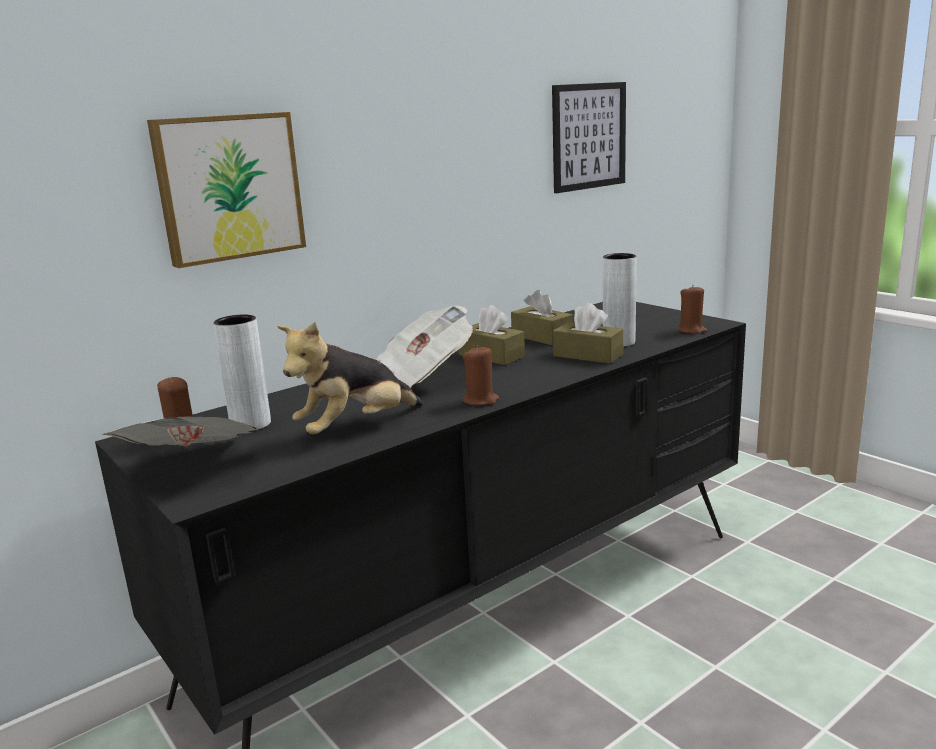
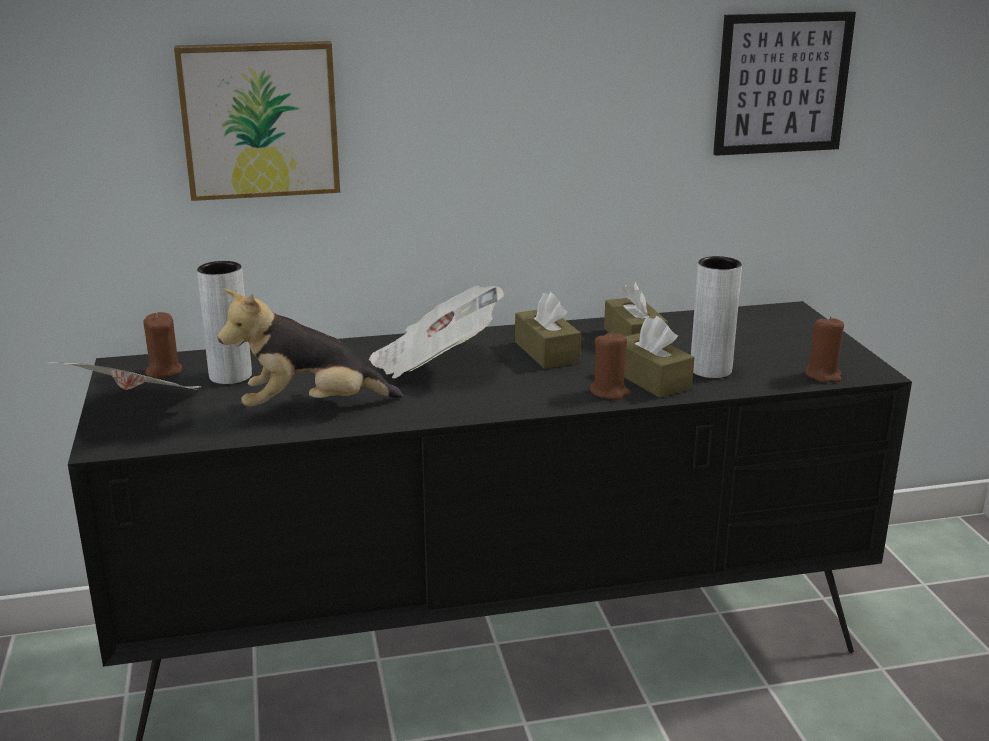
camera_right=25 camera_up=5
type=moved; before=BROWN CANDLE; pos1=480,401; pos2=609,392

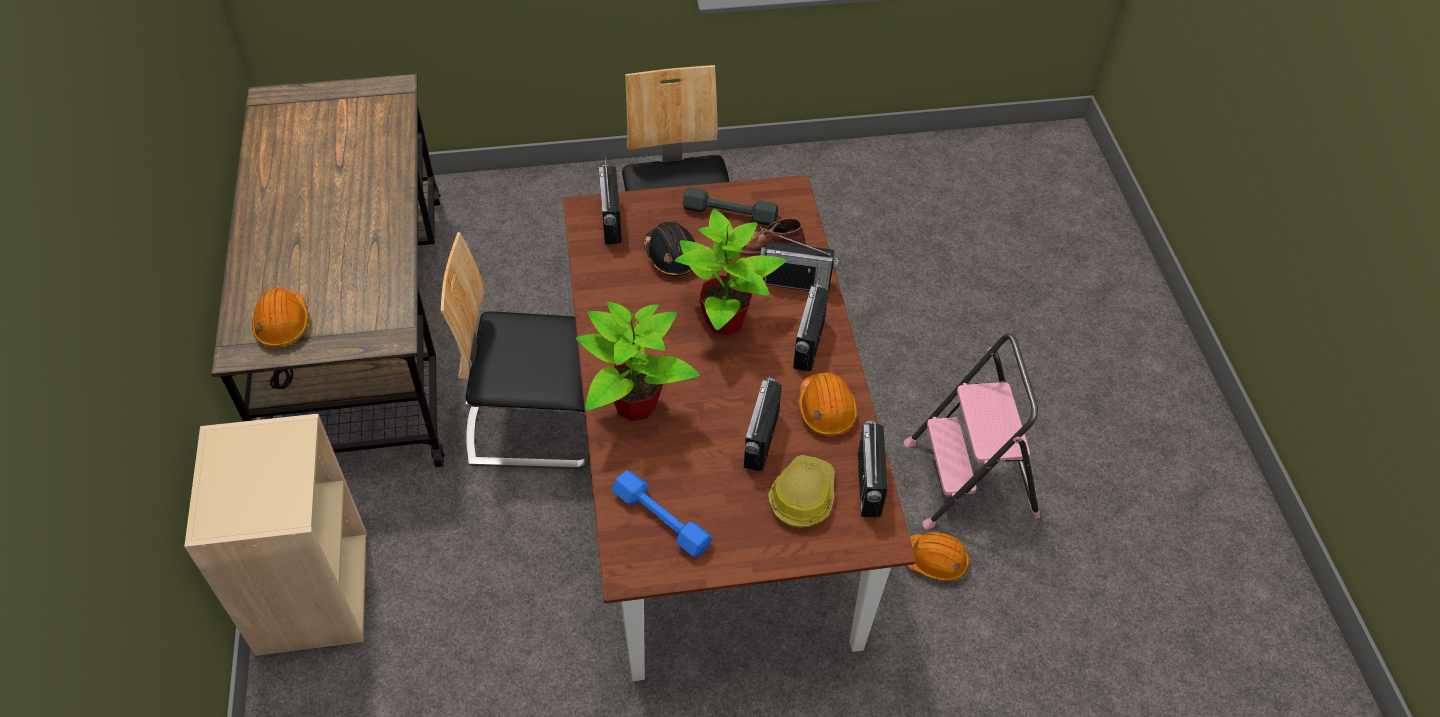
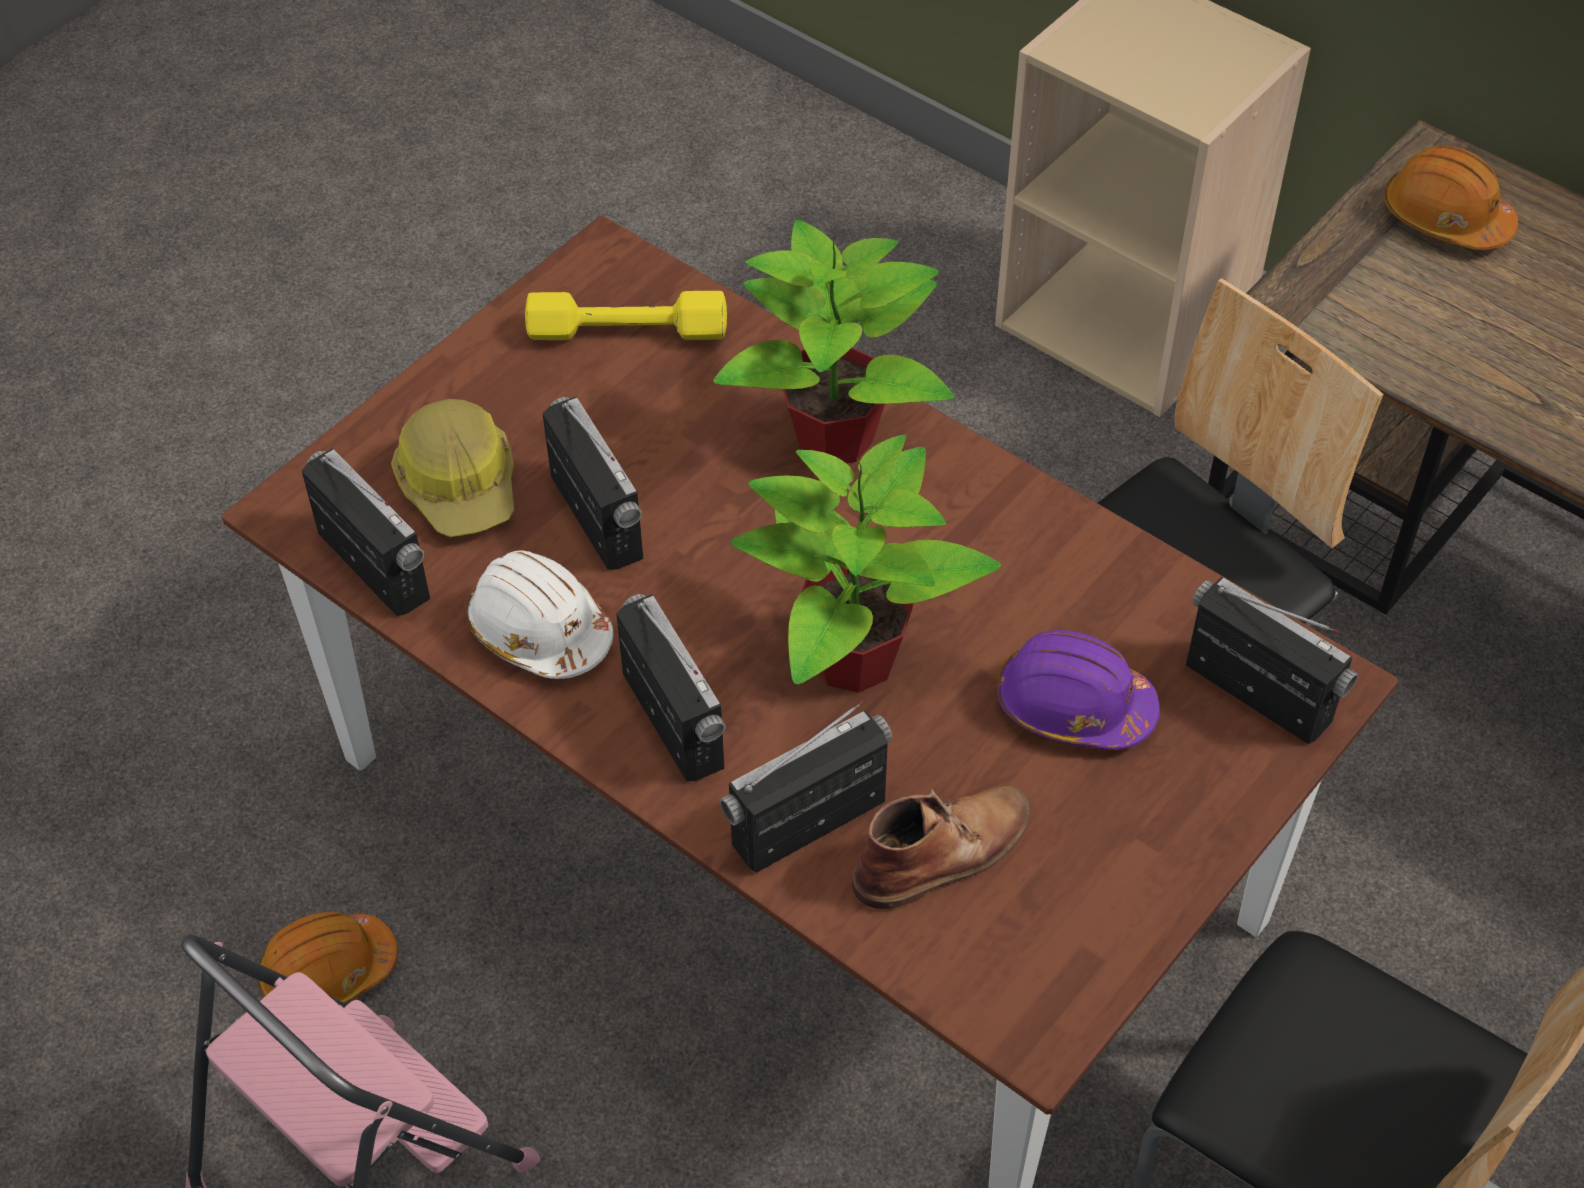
camera_right=140 camera_up=0
type=removed; before=GREY DUMBBELL; pos1=730,214
type=recoloured; before=BLACK HARD HAT; after=PURPLE HARD HAT; pos1=672,256; pos2=1073,706
type=recoloured; before=ORANGE HARD HAT; after=WHITE HARD HAT; pos1=826,410; pos2=539,630
type=recoloured; before=BLUE DUMBBELL; after=YELLOW DUMBBELL; pos1=662,519; pos2=627,331

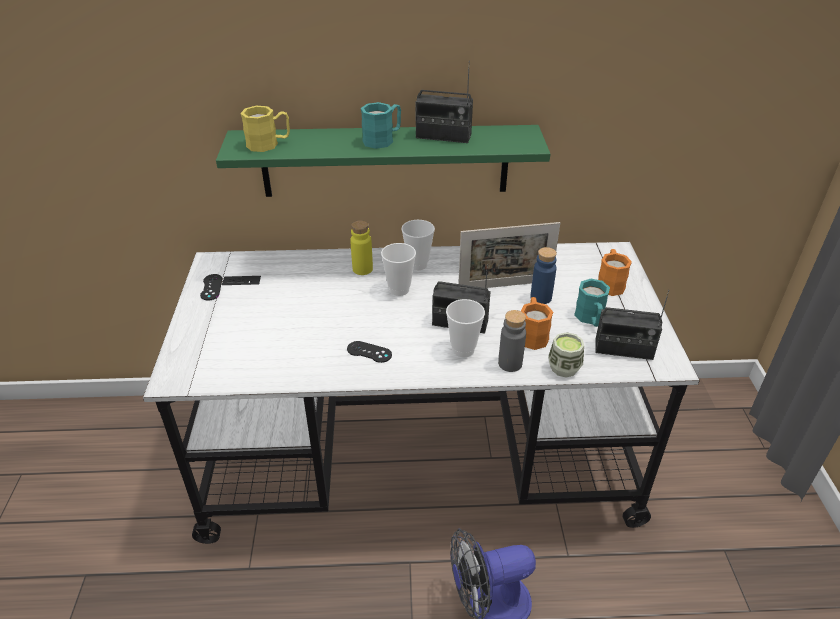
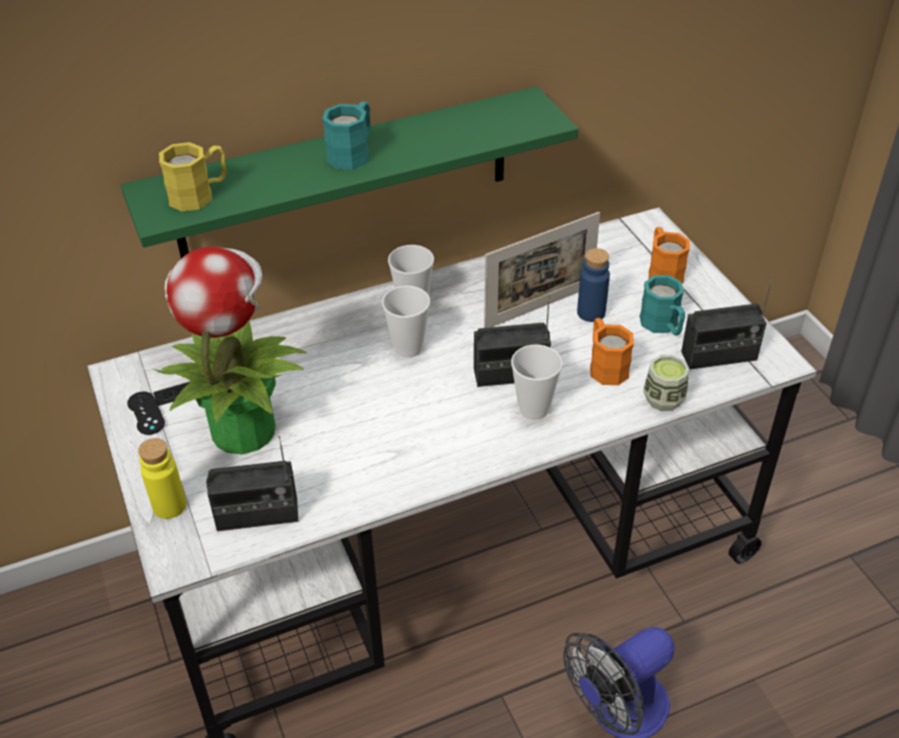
camera_right=-20 camera_up=5
type=moved; before=RADIO; pos1=443,136; pos2=257,515
type=moved; before=YELLOW BOTTLE; pos1=362,269; pos2=169,506
type=removed; before=GREY BOTTLE; pos1=510,363
type=removed; before=BLACK GAME CONTROLLER; pos1=369,352
type=added; after=POTTED PLANT; pos2=243,428

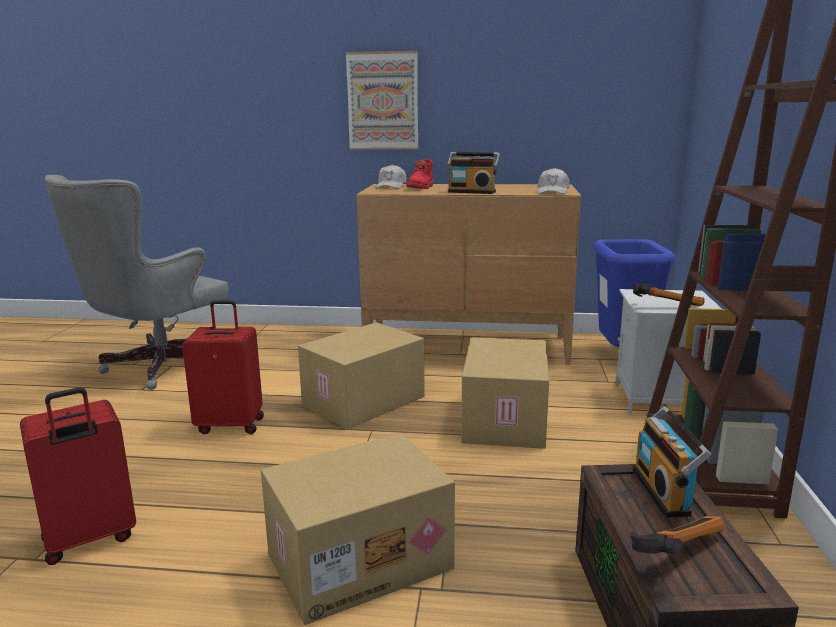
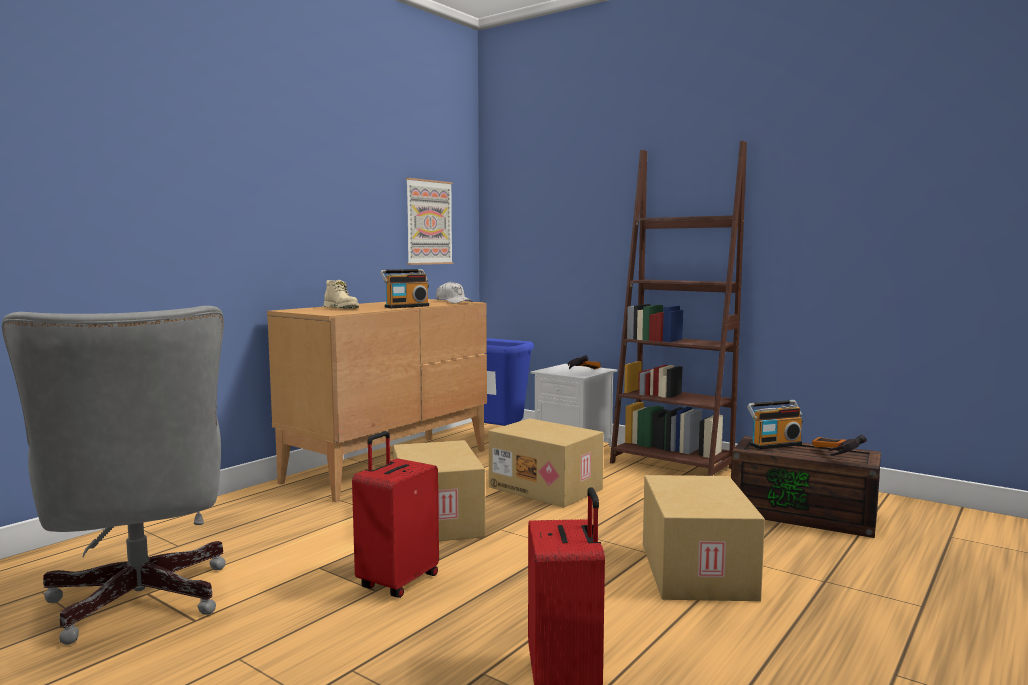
camera_right=-60 camera_up=-10
type=moved; before=PICTURE; pos1=383,101; pos2=428,222
type=recoloured; before=RED BOOT; after=BEIGE BOOT; pos1=421,188; pos2=342,308
type=removed; before=WHITE CAP; pos1=391,186
type=turned; before=RADIO; pos1=664,492; pos2=774,444; turn=-45

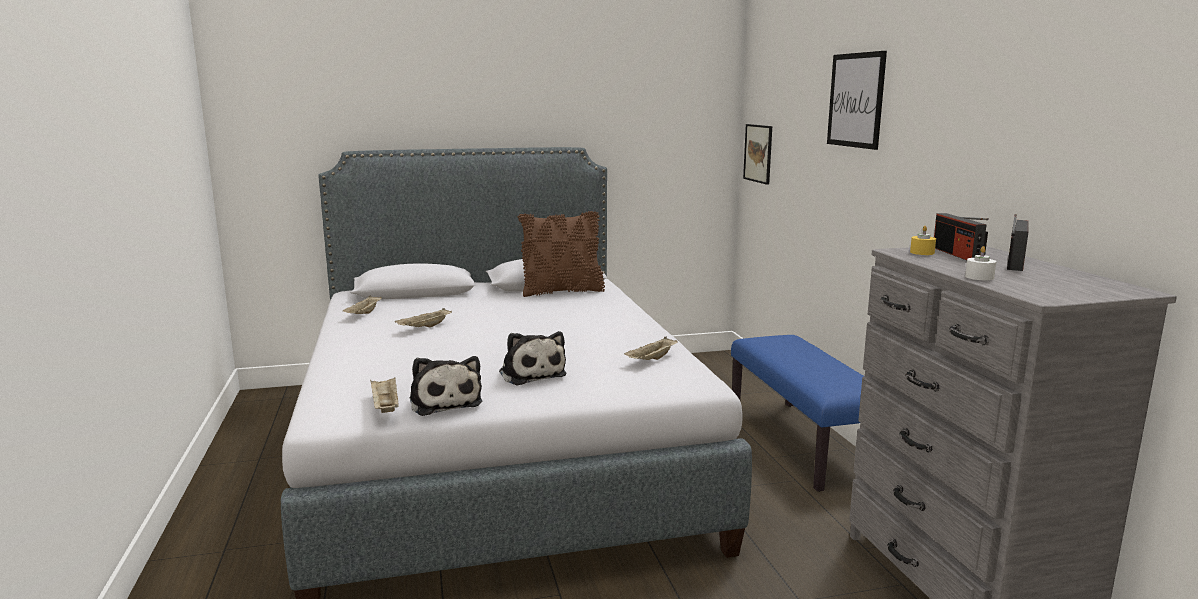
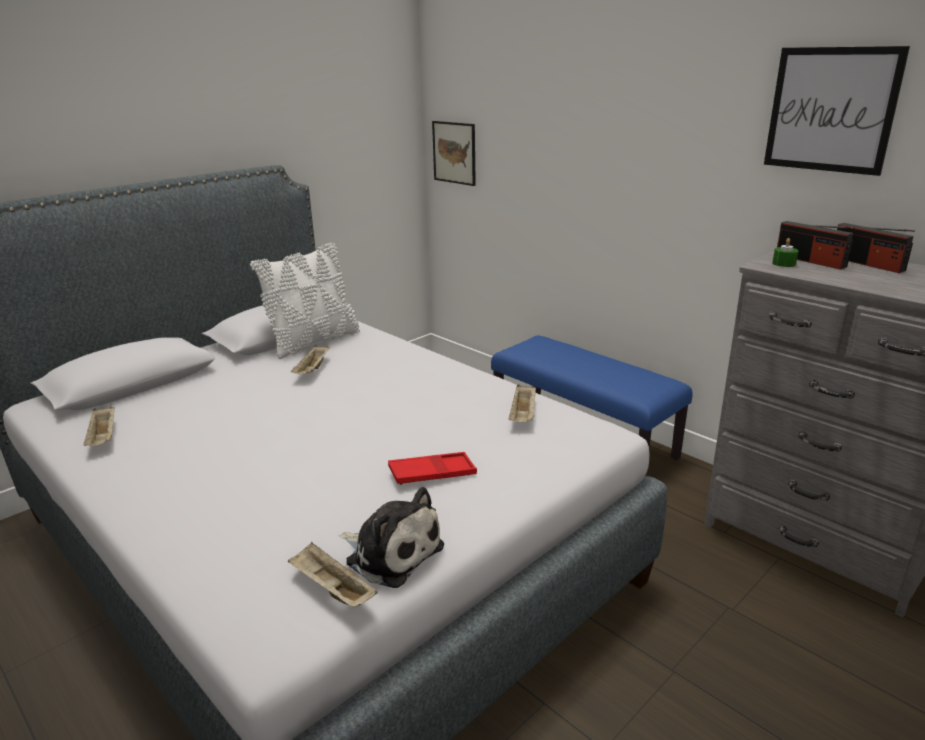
camera_right=-30 camera_up=10
type=moved; before=PICTURE; pos1=856,100; pos2=831,110
type=recoloured; before=BROWN PILLOW; after=WHITE PILLOW; pos1=562,291; pos2=313,341
type=turned; before=RADIO; pos1=1015,262; pos2=867,264; turn=150
type=recoloured; before=YELLOW CANDLE; after=GREEN CANDLE; pos1=922,252; pos2=784,263
type=removed; before=WHITE CANDLE; pos1=979,277
type=moved; before=BEIGE TRAY; pos1=425,327; pos2=312,370
type=replaced; before=PLUSH TOY; after=RED TRAY; pos1=531,374; pos2=432,473

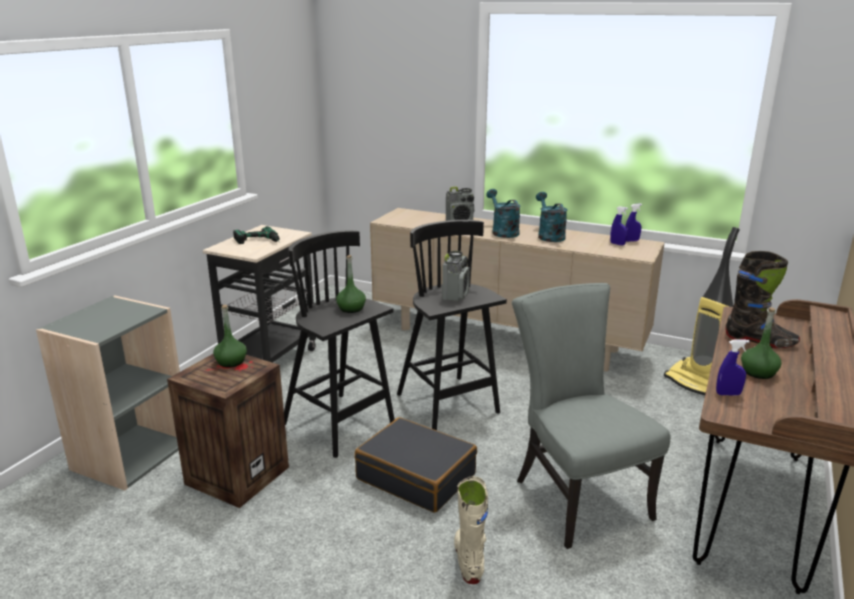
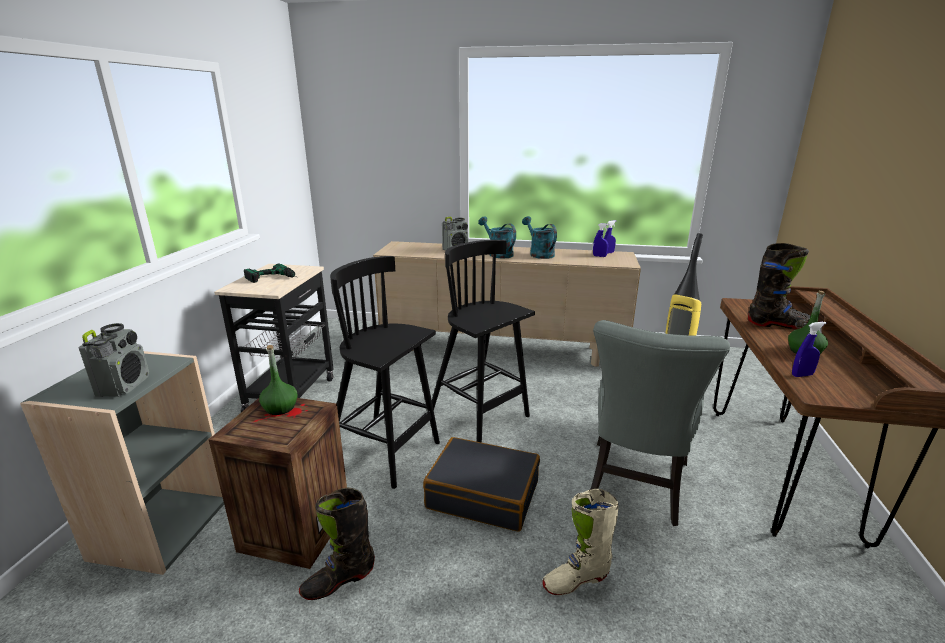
camera_right=-15 camera_up=0
type=moved; before=RADIO; pos1=455,295; pos2=124,386
type=removed; before=GREEN BOTTLE; pos1=351,308
type=turned; before=GREY CHAIR; pos1=575,495; pos2=635,486; turn=-120
type=turned; before=BEIGE BOOT; pos1=469,560; pos2=576,579; turn=-90
type=added; after=BLACK BOOT; pos2=338,580

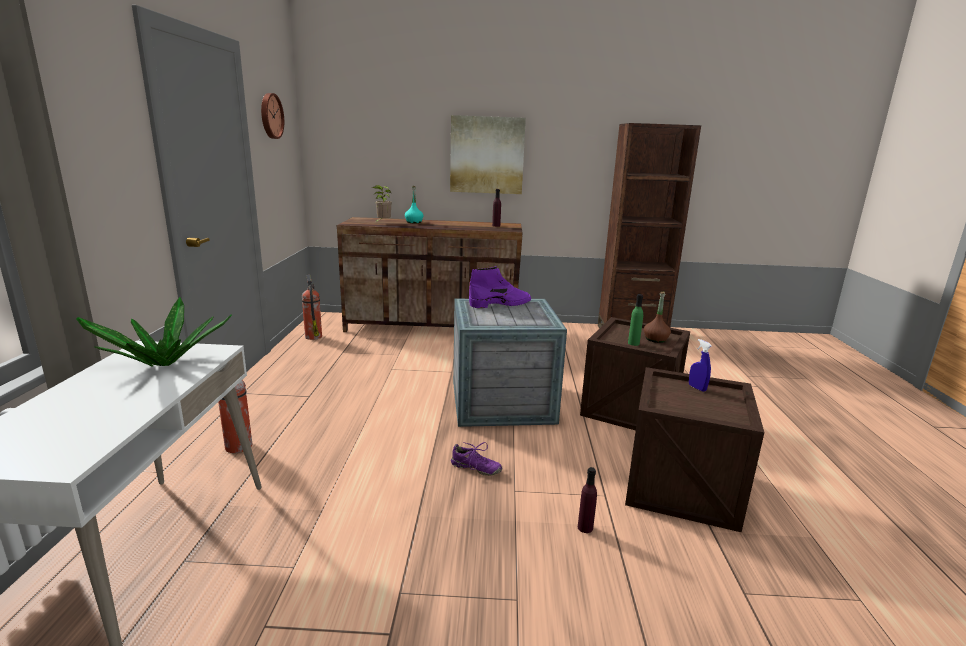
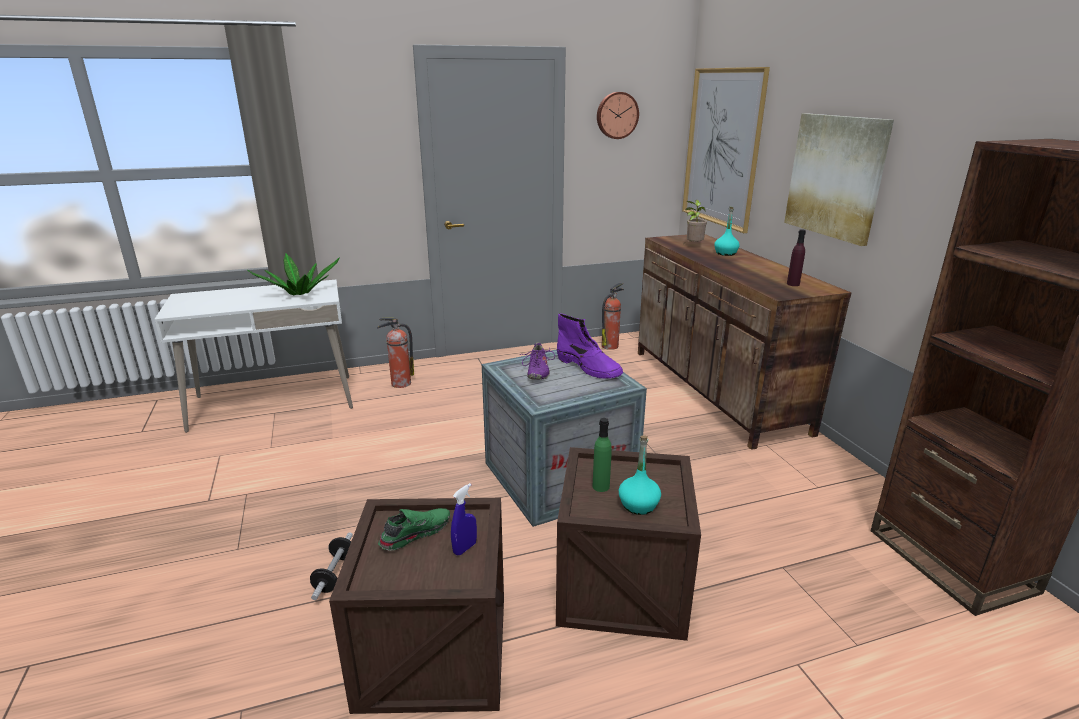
camera_right=70 camera_up=5
type=recoloured; before=BROWN BOTTLE; after=TURQUOISE BOTTLE; pos1=655,339; pos2=638,505
type=moved; before=PURPLE SHOE; pos1=475,468; pos2=537,372
type=replaced; before=PURPLE BOTTLE; after=DUMBBELL; pos1=585,527; pos2=335,574
type=added; after=PICTURE; pos2=722,148
type=added; after=GREEN SHOE; pos2=415,533

